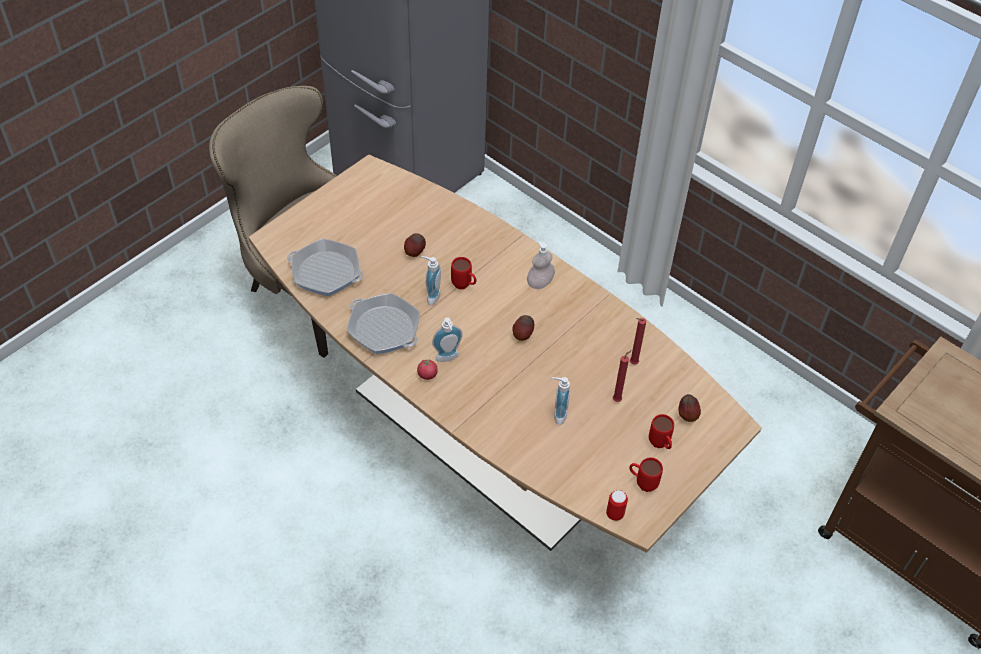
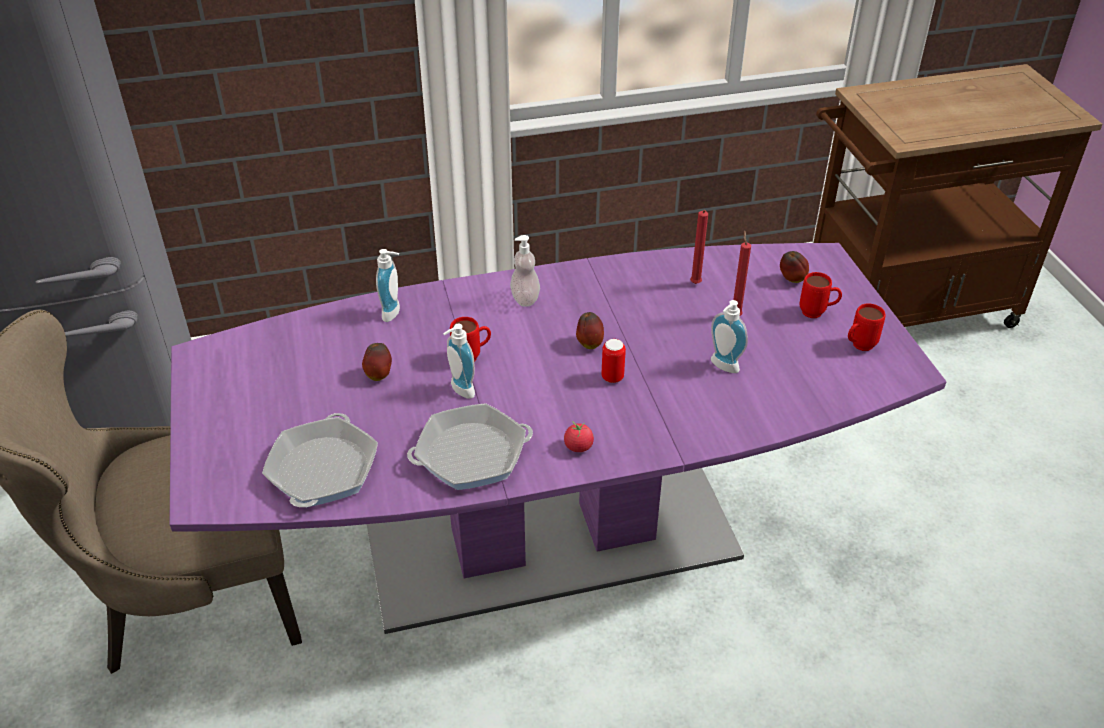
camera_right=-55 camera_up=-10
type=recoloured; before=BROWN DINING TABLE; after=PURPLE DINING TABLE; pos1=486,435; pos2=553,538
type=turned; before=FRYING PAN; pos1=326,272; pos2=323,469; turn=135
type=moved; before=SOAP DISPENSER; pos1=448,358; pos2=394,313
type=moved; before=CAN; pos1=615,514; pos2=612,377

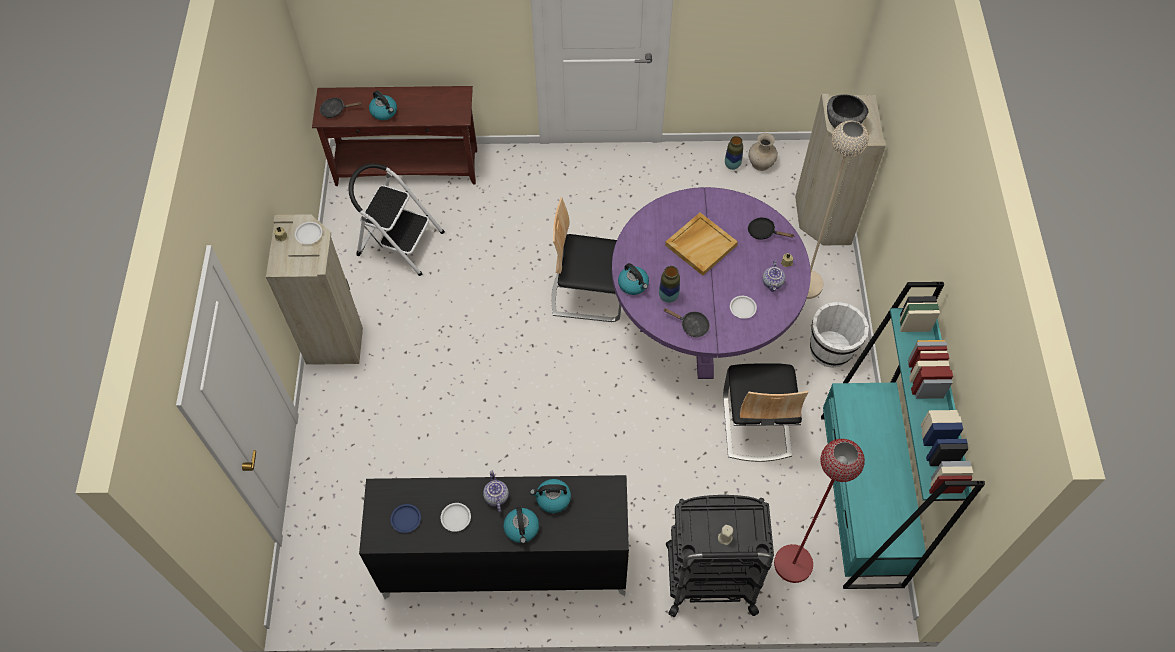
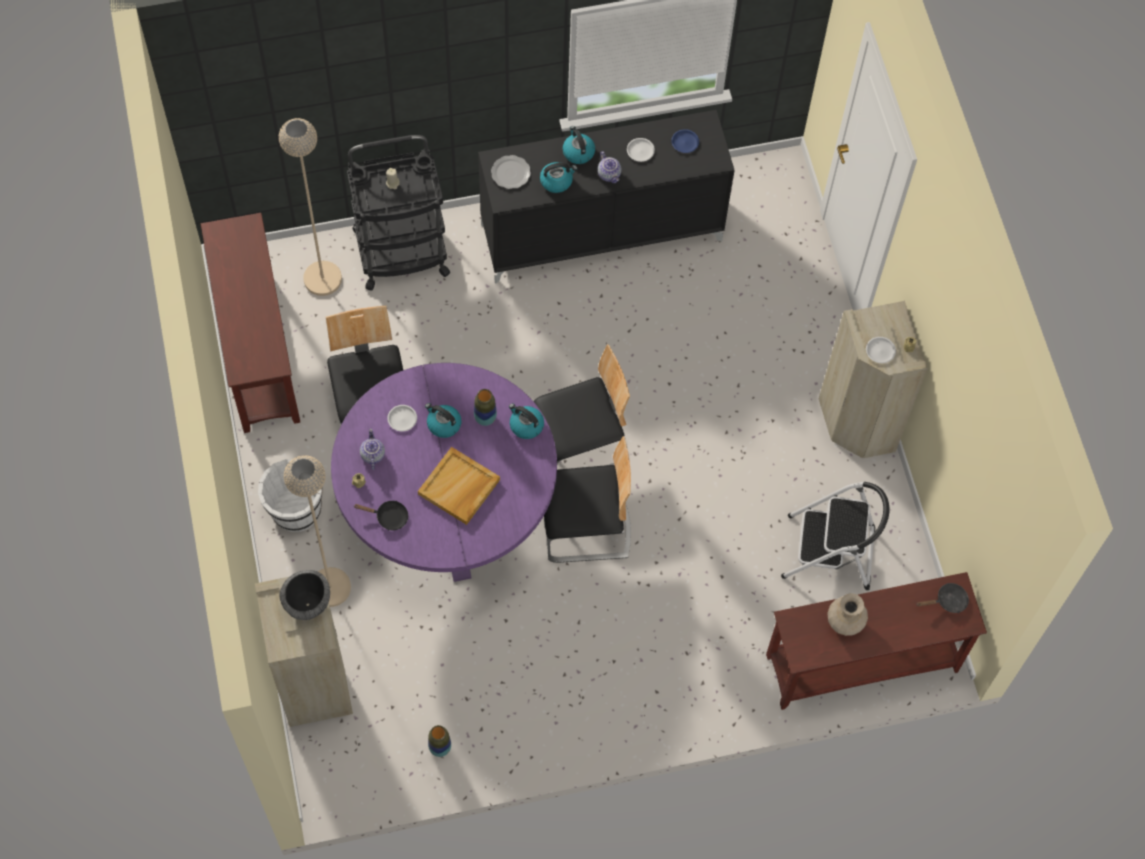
camera_right=165 camera_up=5
type=moved; before=KETTLE; pos1=384,112; pos2=443,424
type=moved; before=BEIGE VASE; pos1=761,163; pos2=844,622
type=replaced; before=TURQUOISE BOOKCASE; after=BROWN CONSOLE TABLE; pos1=860,499; pos2=258,351
type=removed; before=BLACK FRYING PAN; pos1=691,325
type=recoloured; before=RED FLOOR LAMP; after=BEIGE FLOOR LAMP; pos1=793,564; pos2=322,278
type=added; after=PLATE; pos2=510,173
type=added; after=CHAIR; pos2=581,446

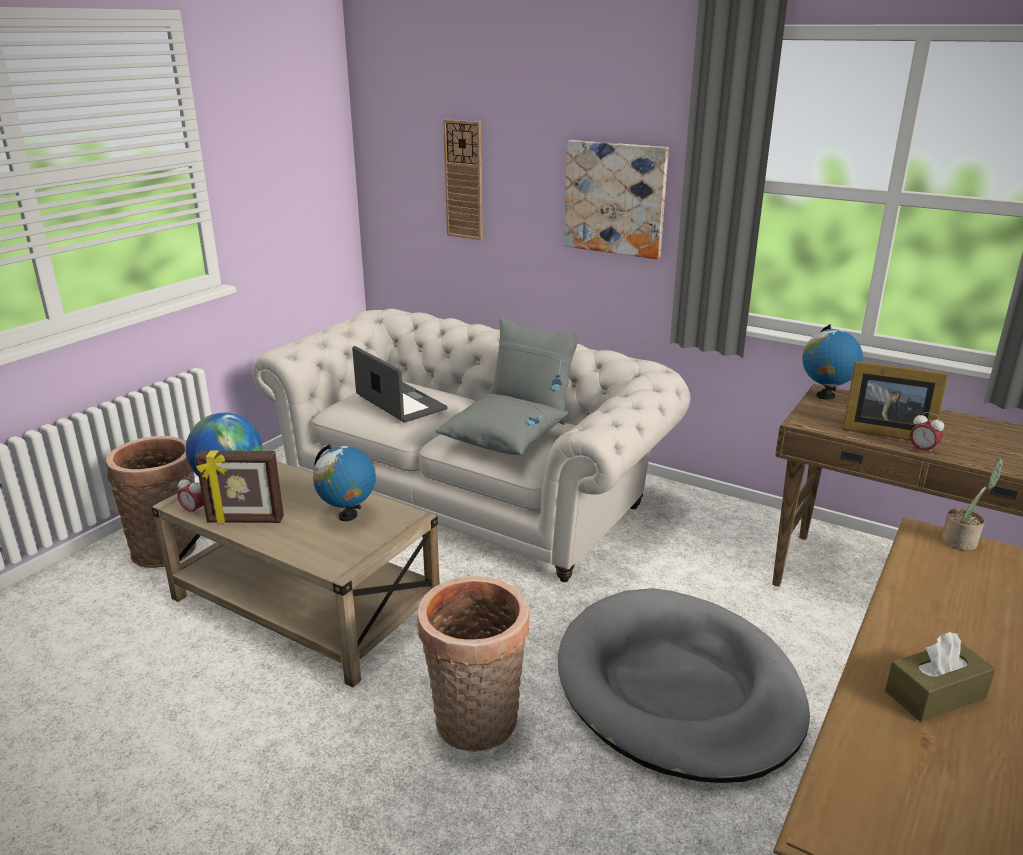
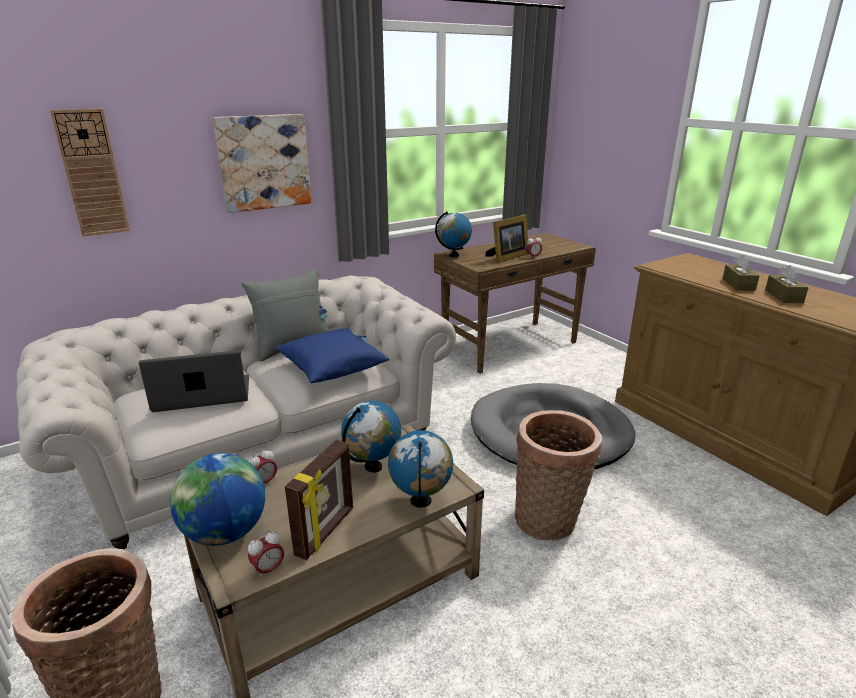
camera_right=-65 camera_up=0
type=recoloured; before=GREY PILLOW; after=BLUE PILLOW; pos1=502,440; pos2=332,368
type=removed; before=POTTED PLANT; pos1=961,541
type=added; after=BROWN TISSUE BOX; pos2=738,284
type=added; after=GLOBE; pos2=421,501
type=added; after=ALARM CLOCK; pos2=264,482

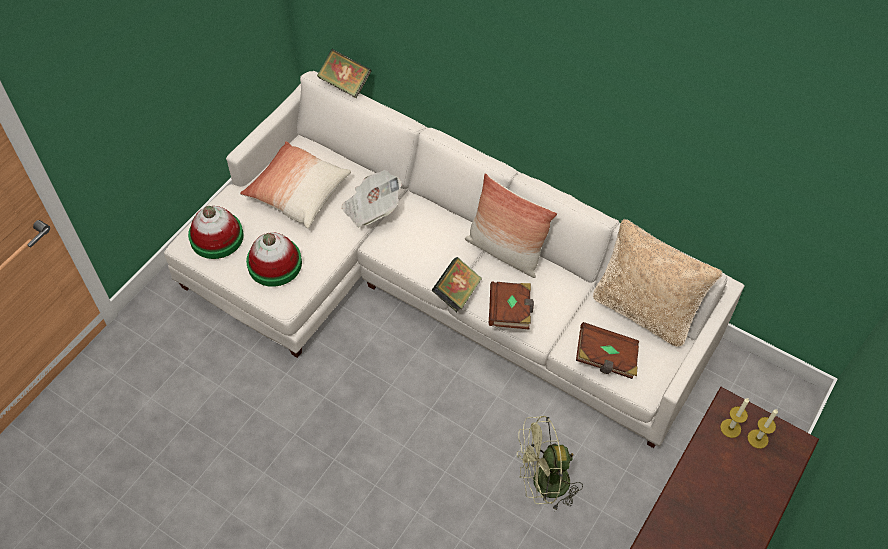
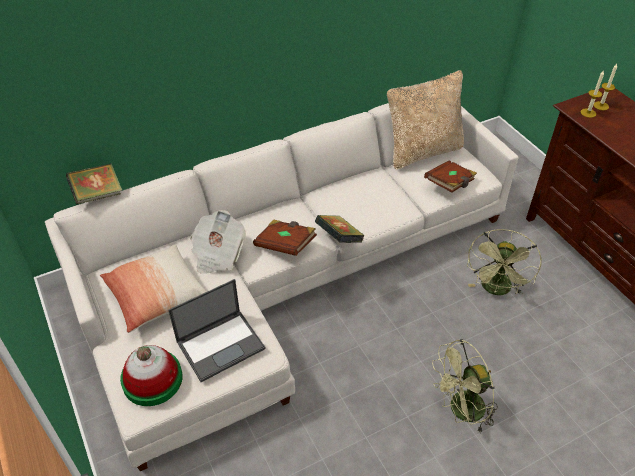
camera_right=-60 camera_up=-10
type=removed; before=PILLOW; pos1=505,252
type=replaced; before=HAT; after=LAPTOP; pos1=274,263; pos2=221,344
type=moved; before=BROWN BOOK; pos1=510,311; pos2=285,245
type=added; after=GREEN FAN; pos2=461,411

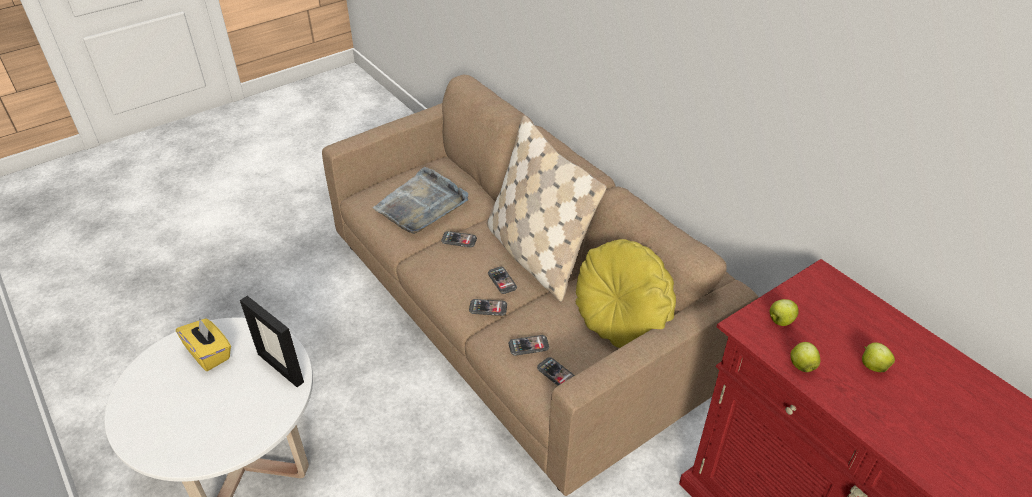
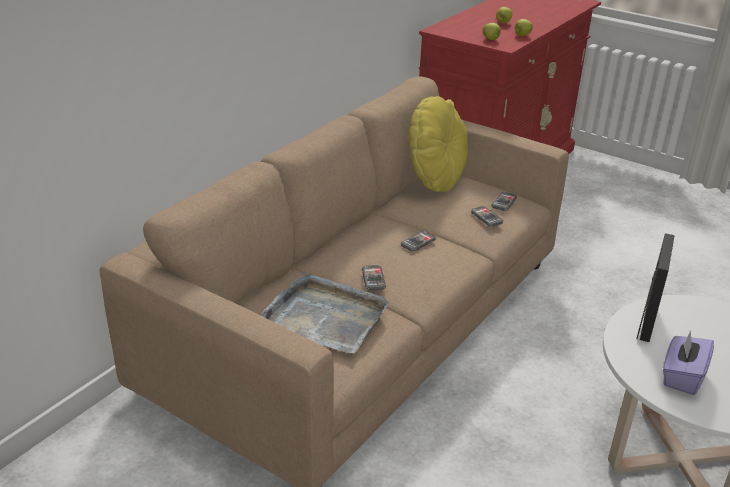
camera_right=-110 camera_up=-10
type=removed; before=BEIGE PILLOW; pos1=536,255
type=removed; before=PHONE; pos1=488,308
type=recoloured; before=YELLOW TISSUE BOX; after=PURPLE TISSUE BOX; pos1=209,353; pos2=682,376

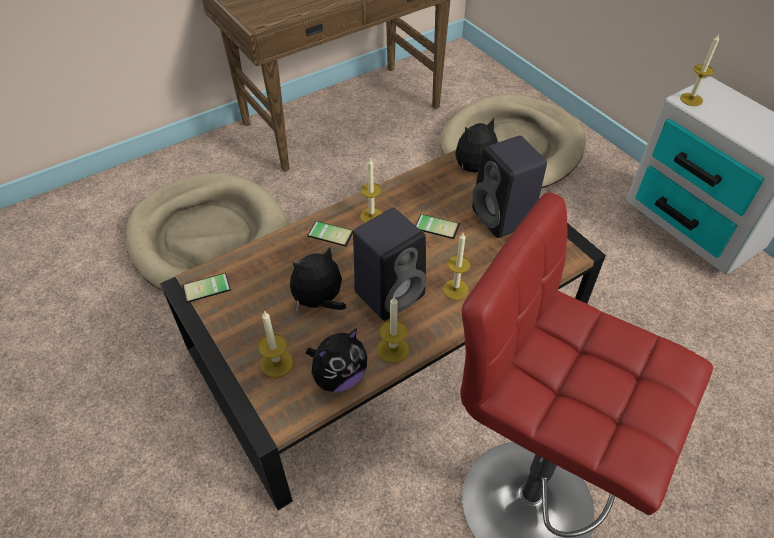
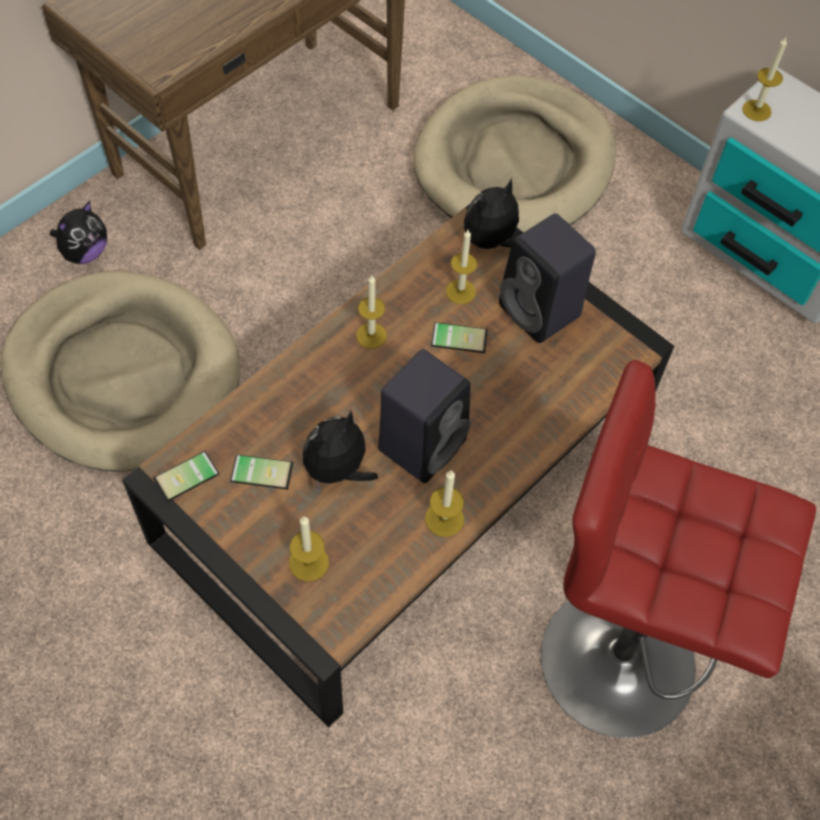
camera_right=-15 camera_up=10
type=moved; before=PHONE; pos1=331,232; pos2=262,469
type=moved; before=CANDLE; pos1=455,289; pos2=460,291
type=moved; before=PLUSH TOY; pos1=339,377; pos2=85,252

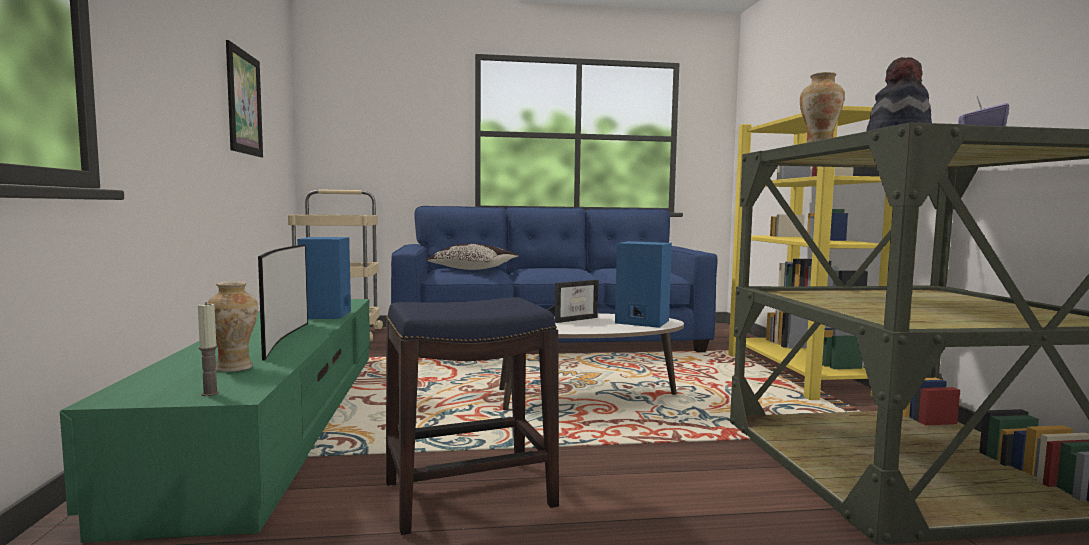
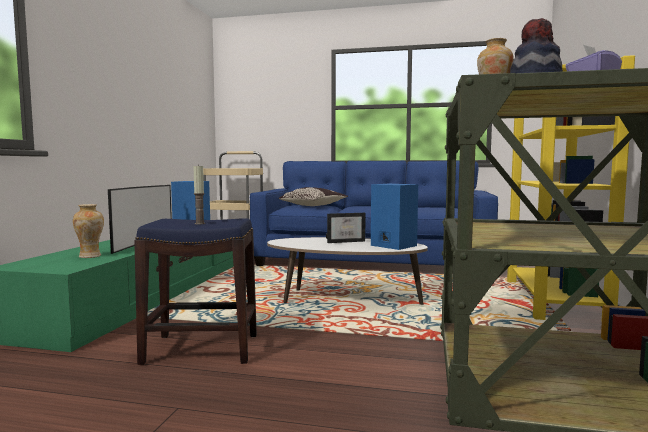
camera_right=20 camera_up=0
type=removed; before=PICTURE; pos1=244,103
type=moved; before=CANDLE; pos1=210,393; pos2=200,223

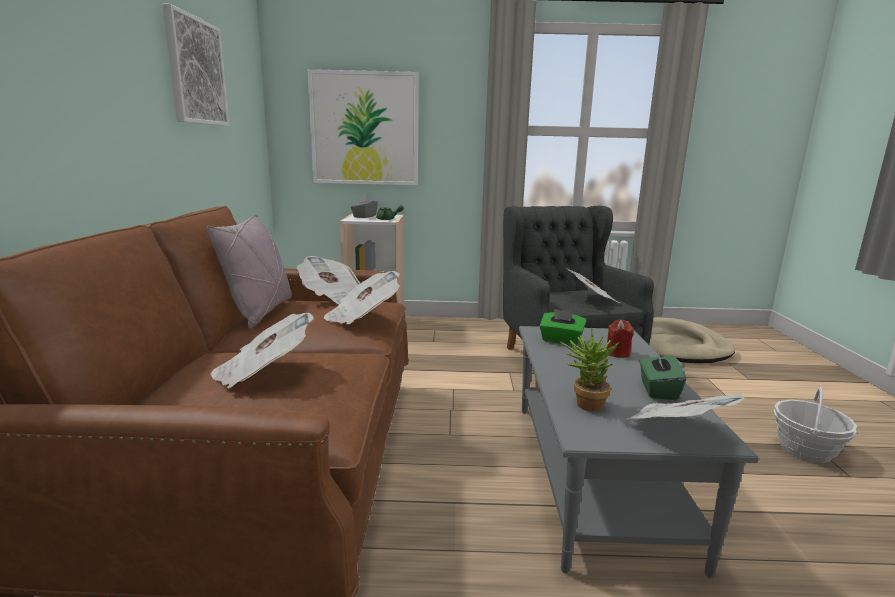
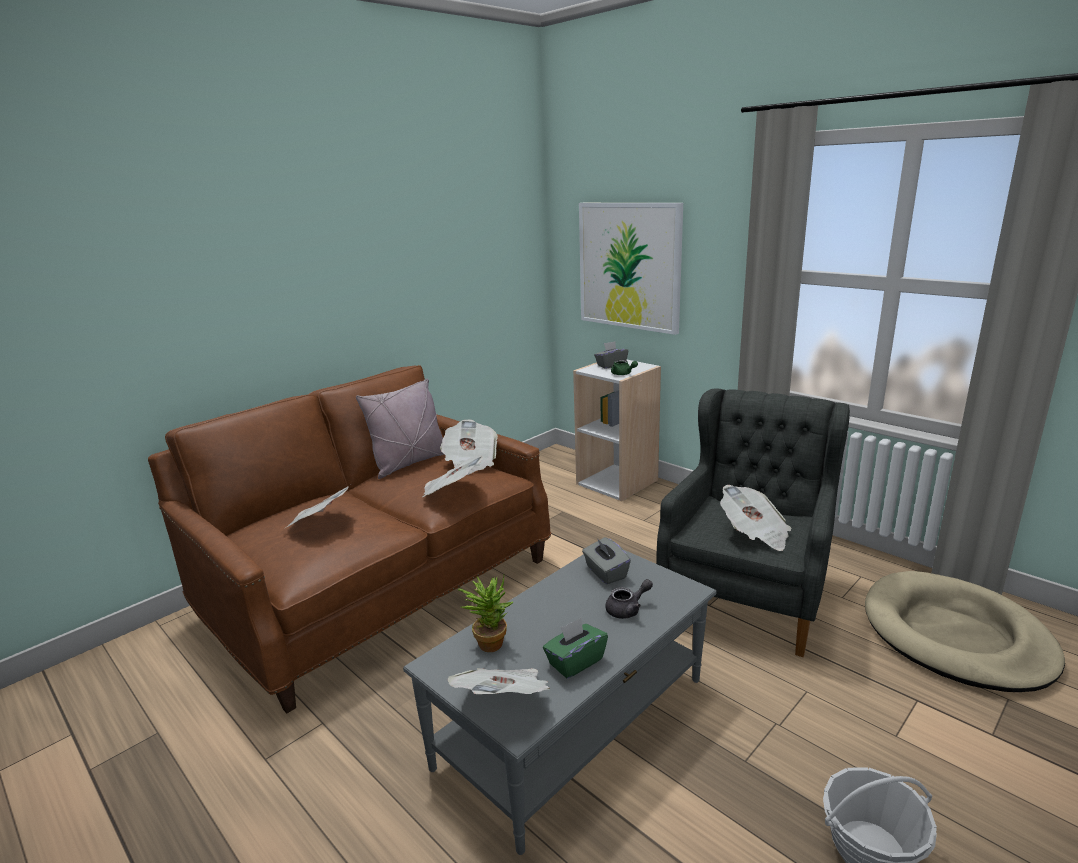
camera_right=45 camera_up=5
type=removed; before=PICTURE; pos1=196,71
type=recoloured; before=GREEN TISSUE BOX; after=GREY TISSUE BOX; pos1=561,340; pos2=605,572
type=replaced; before=RED CANDLE; after=GREY TEAPOT; pos1=617,353; pos2=628,609

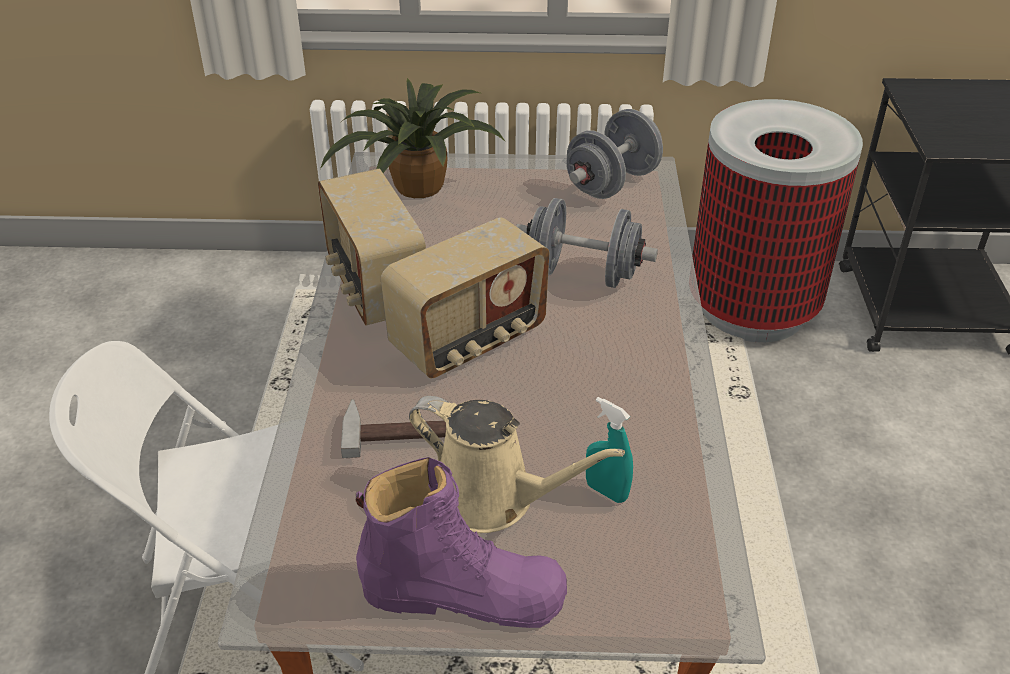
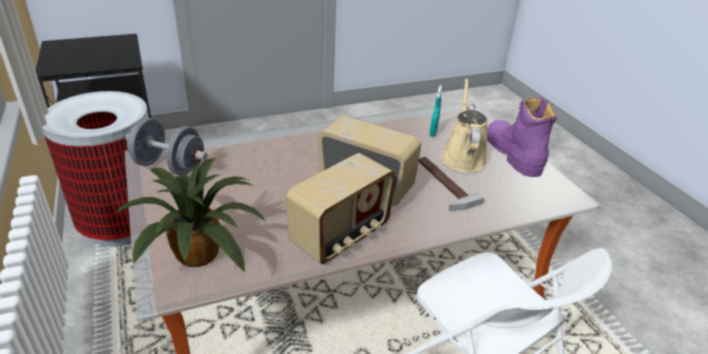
camera_right=-115 camera_up=-5
type=removed; before=GREY DUMBBELL; pos1=583,274

